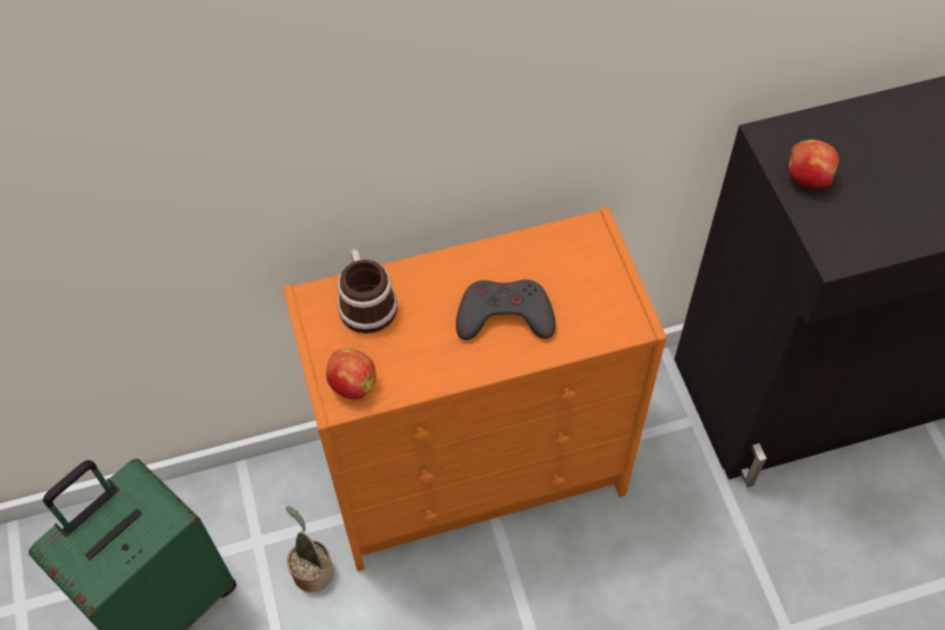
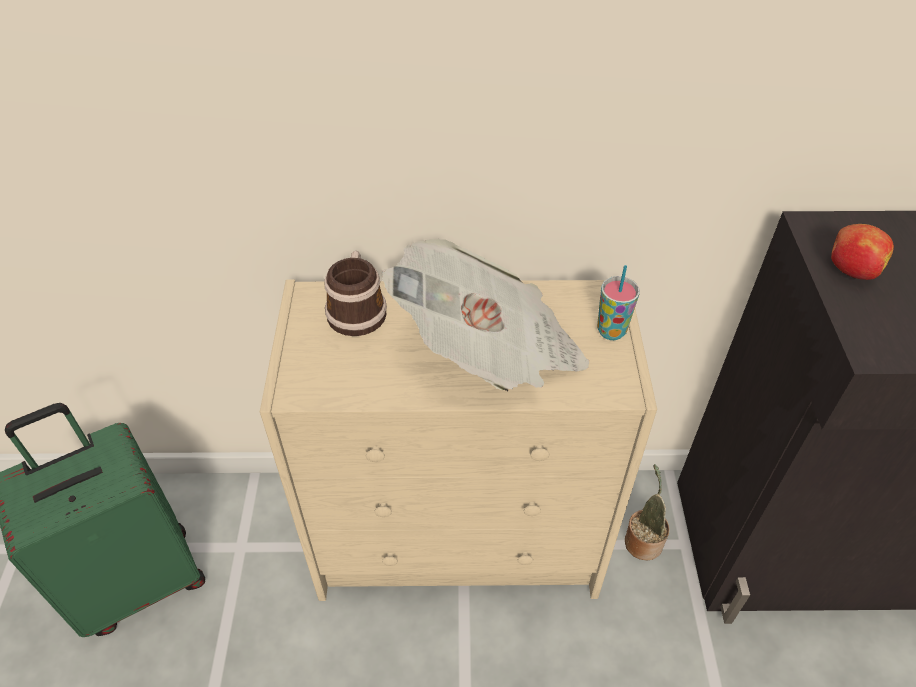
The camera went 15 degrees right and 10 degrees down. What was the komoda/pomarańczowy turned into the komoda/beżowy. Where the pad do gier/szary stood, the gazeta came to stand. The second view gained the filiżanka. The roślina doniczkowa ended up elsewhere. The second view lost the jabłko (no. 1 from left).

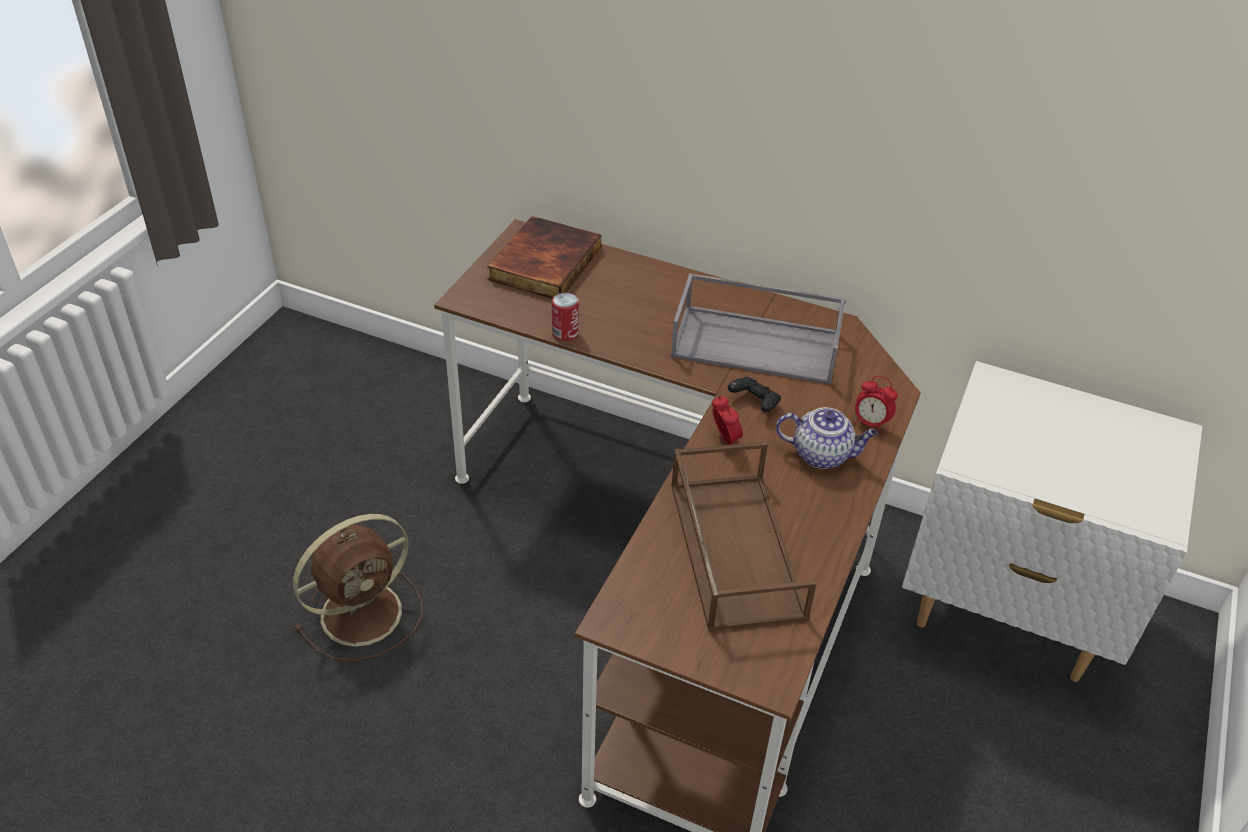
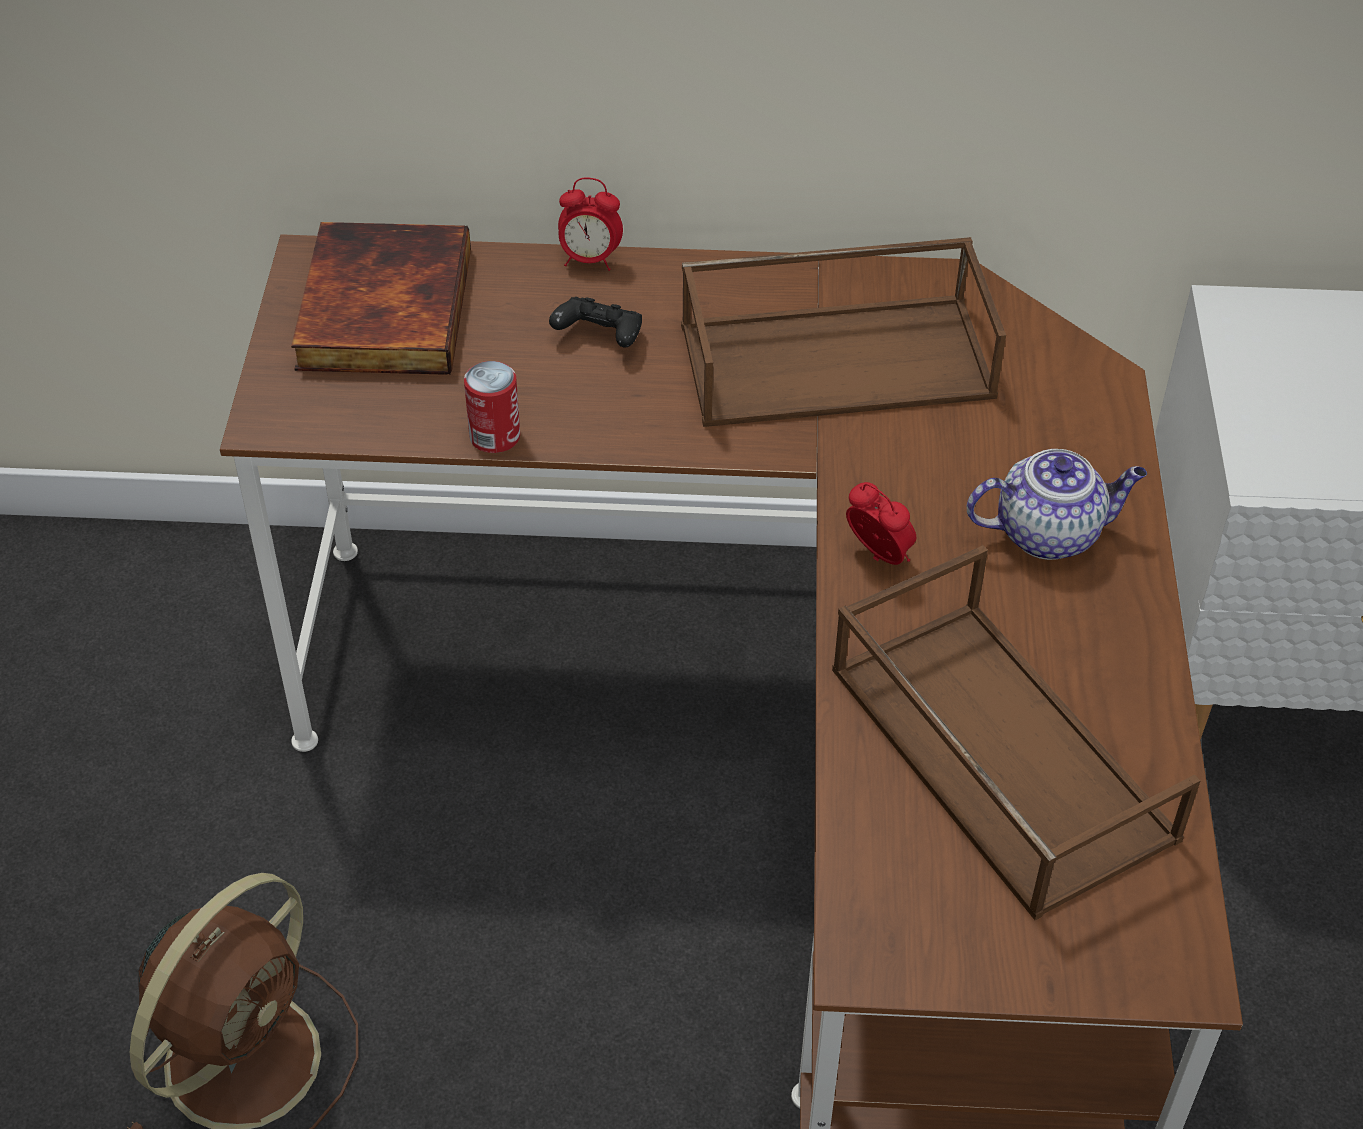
The camera went 20 degrees left and 5 degrees up. The pad do gier/czarny ended up elsewhere. The budzik (no. 2 from left in the first image) ended up elsewhere. What was the taca/szary turned into the taca/brązowy (no. 1 from left).

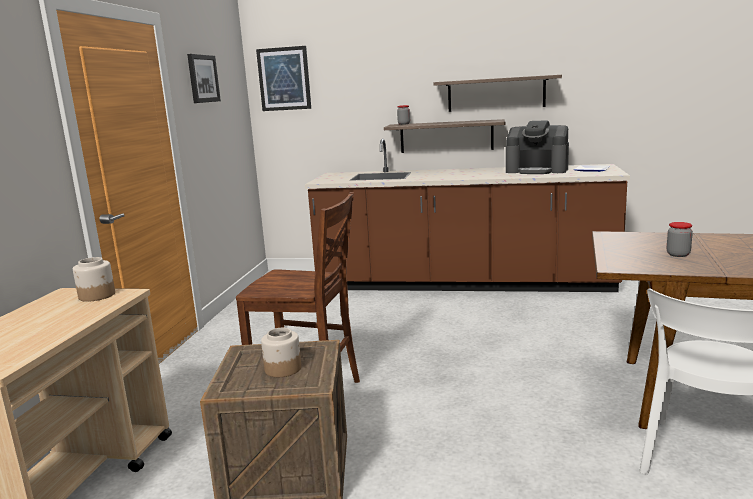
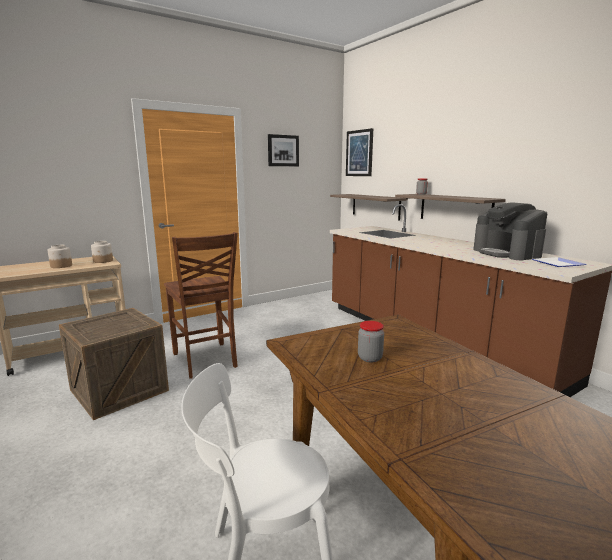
The camera went 45 degrees right and 0 degrees up. The słoik (no. 2 from left in the first image) ended up elsewhere. The półka (no. 2 from left in the first image) ended up elsewhere.

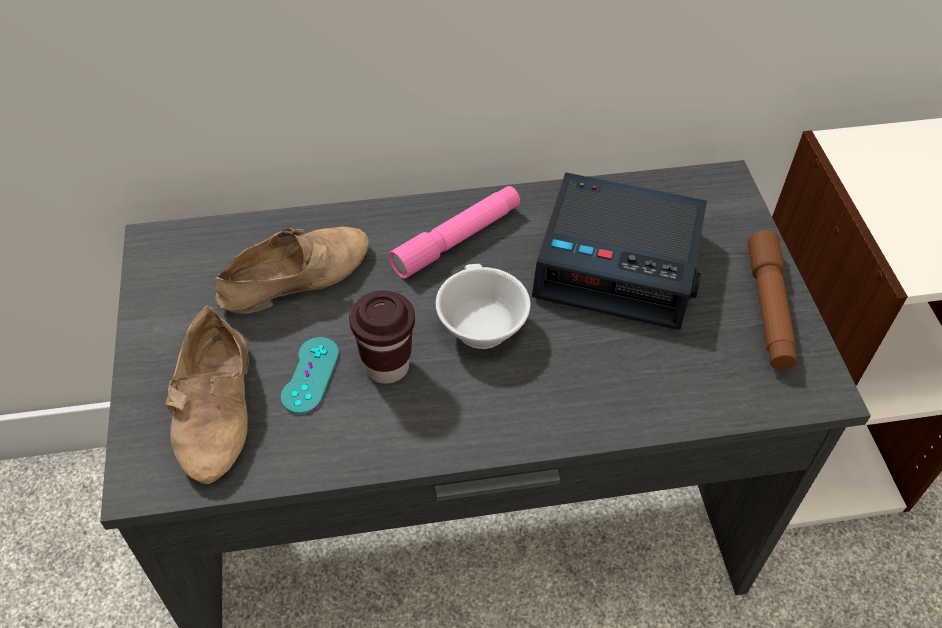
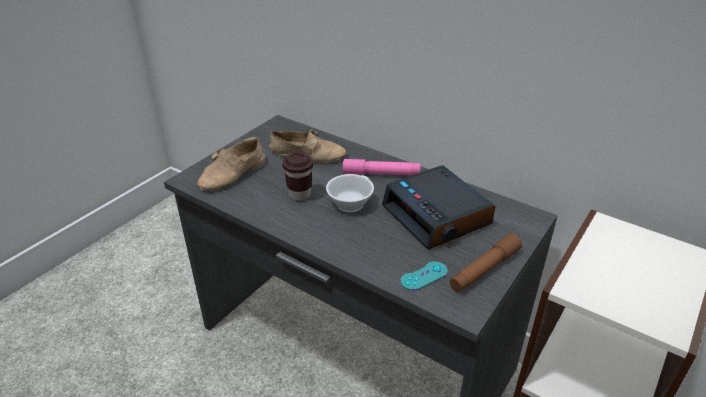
The camera went 45 degrees right and 15 degrees down. The pad do gier/turkusowy ended up elsewhere.

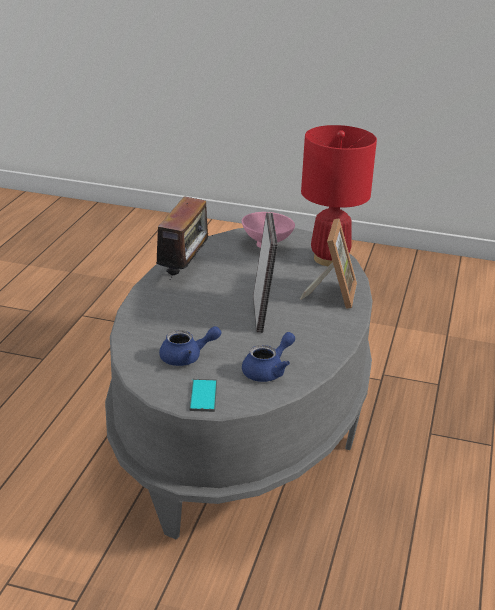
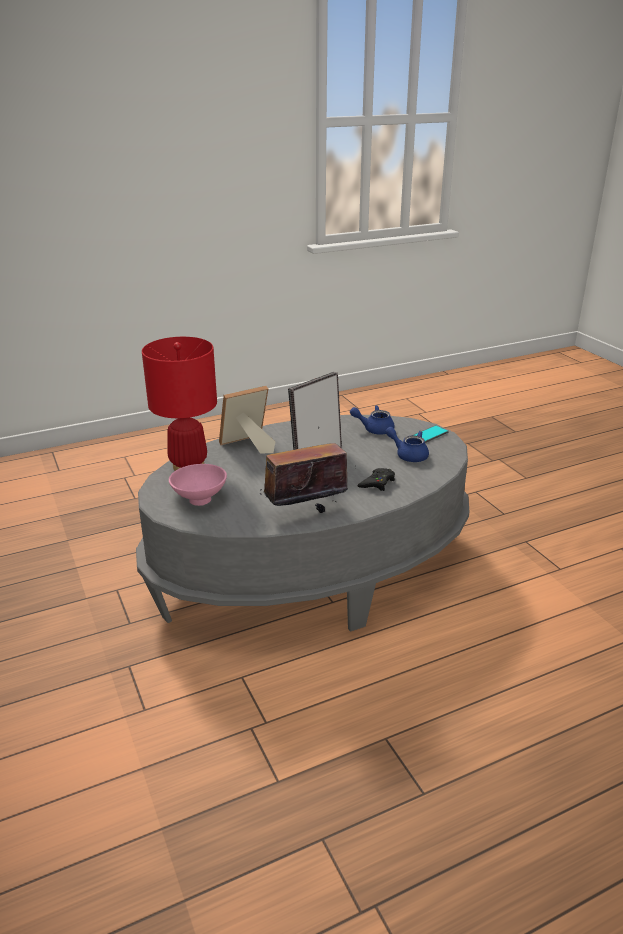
The camera went 130 degrees left and 0 degrees up. The second view gained the pad do gier/czarny.

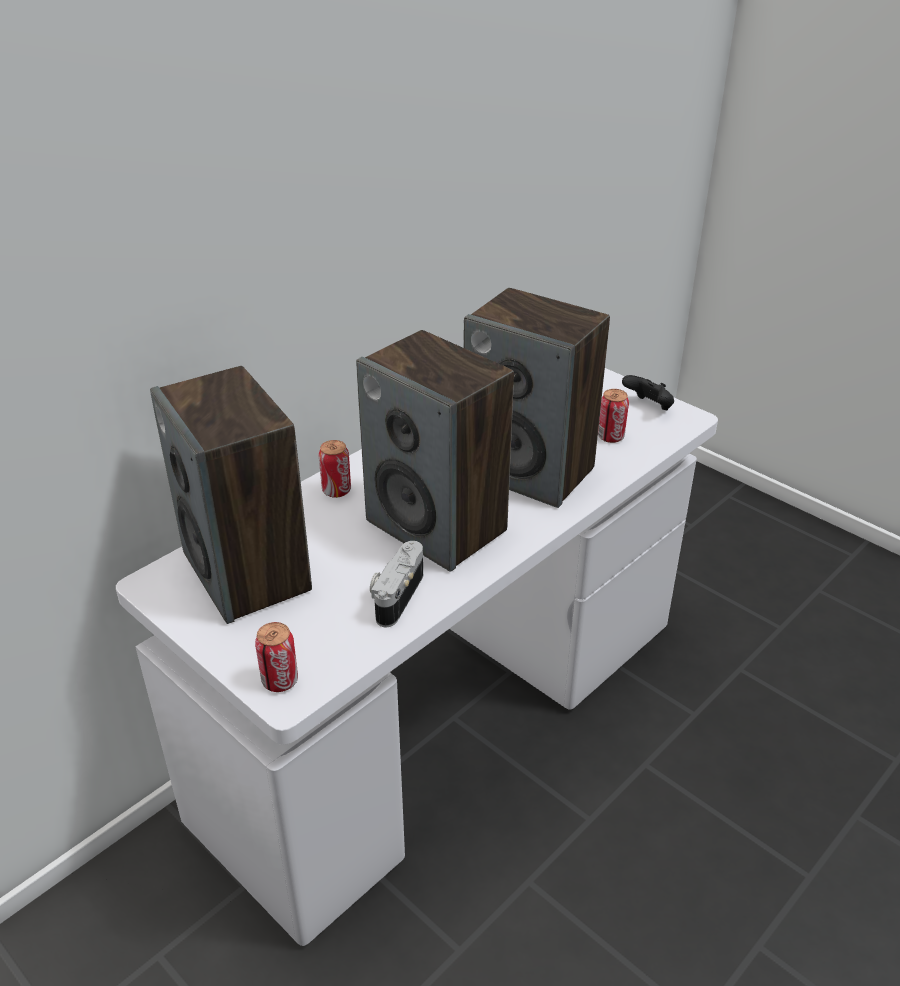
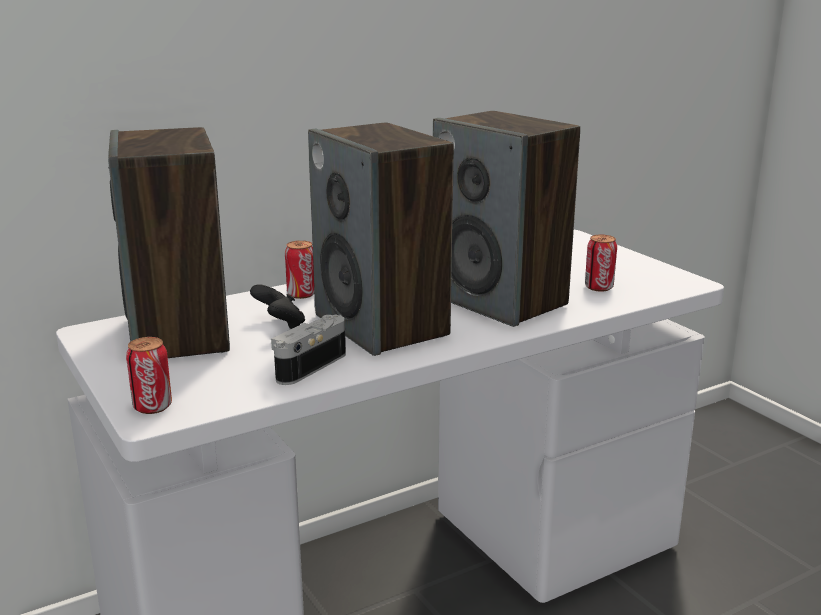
The camera went 15 degrees right and 15 degrees down. The pad do gier/czarny ended up elsewhere.

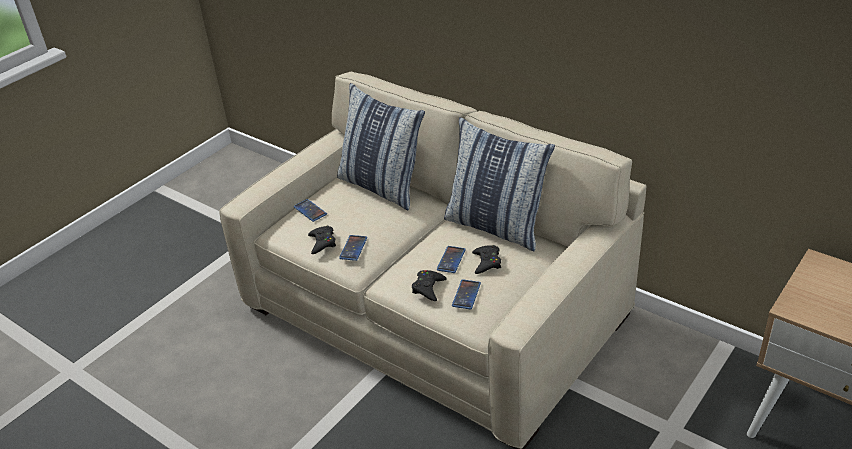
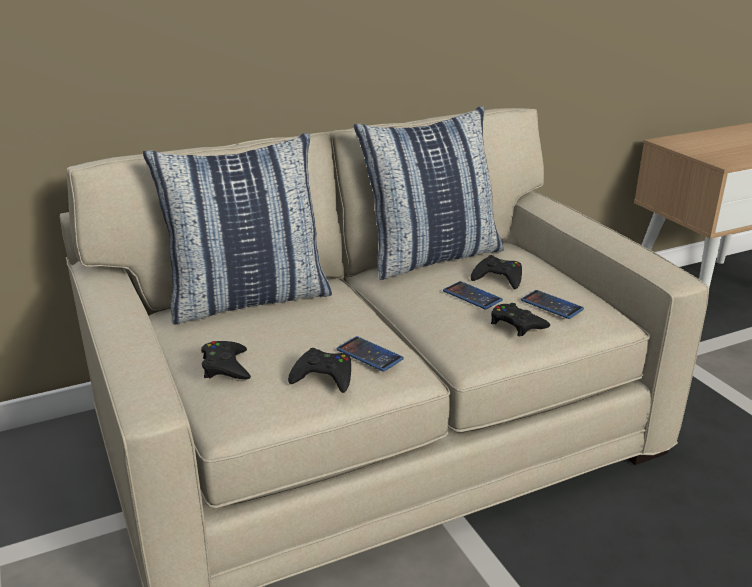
The camera went 65 degrees left and 10 degrees down. Where the telefon (no. 1 from left) stood, the pad do gier/czarny (no. 1 from left) came to stand.

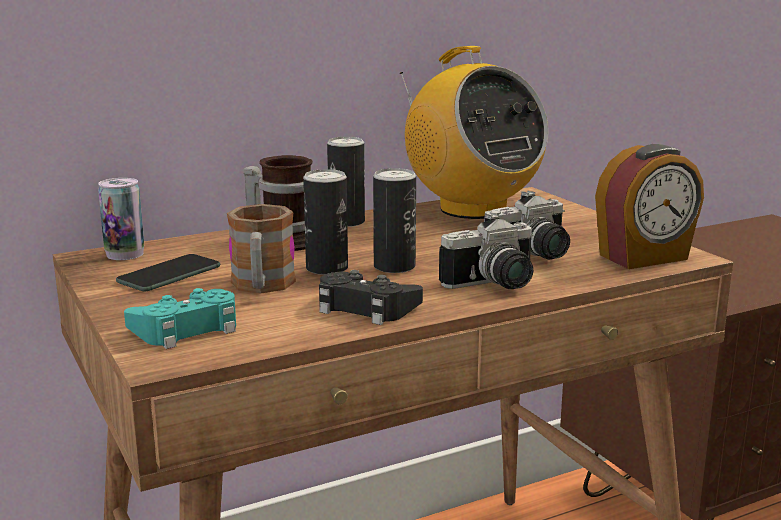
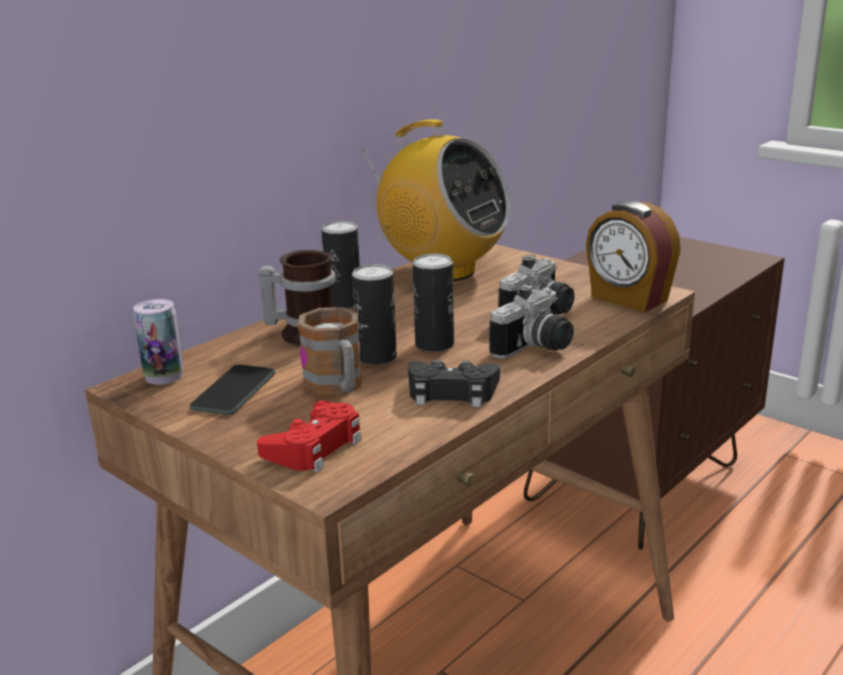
The camera went 20 degrees left and 5 degrees up. What was the pad do gier/turkusowy turned into the pad do gier/czerwony. The budzik ended up facing another way, 90 degrees clockwise from before.

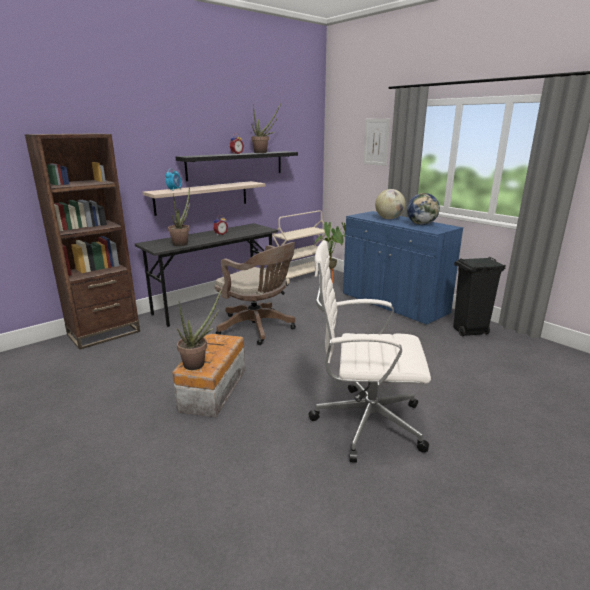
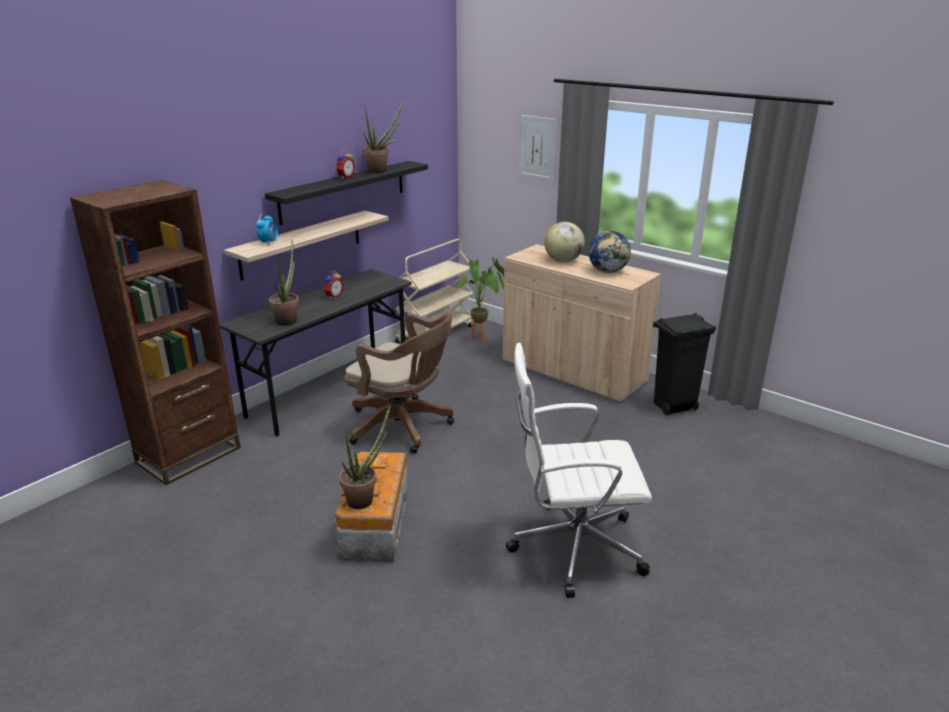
The camera went 10 degrees left and 5 degrees up. What was the szafka/niebieski turned into the szafka/beżowy.

